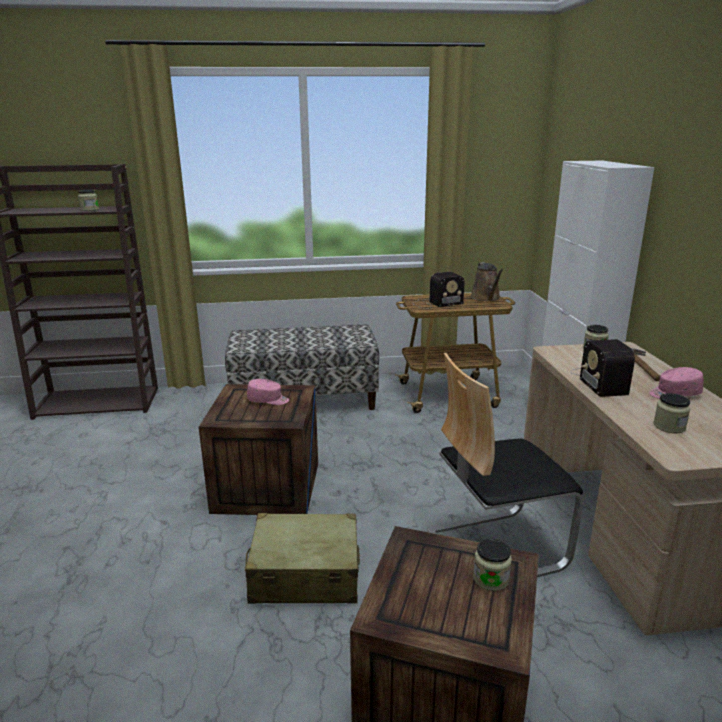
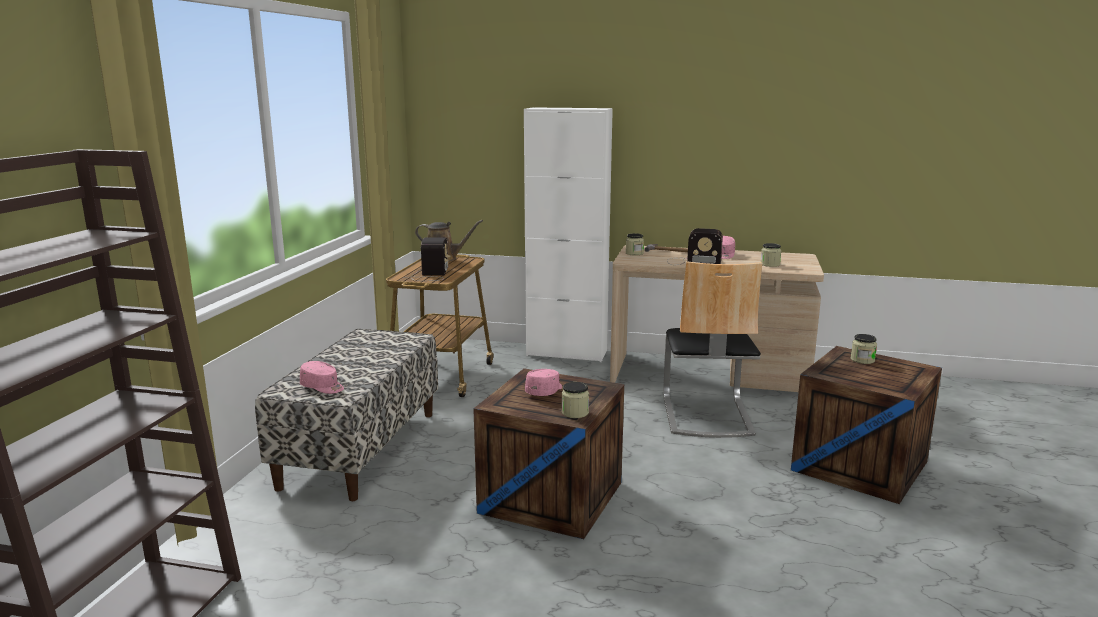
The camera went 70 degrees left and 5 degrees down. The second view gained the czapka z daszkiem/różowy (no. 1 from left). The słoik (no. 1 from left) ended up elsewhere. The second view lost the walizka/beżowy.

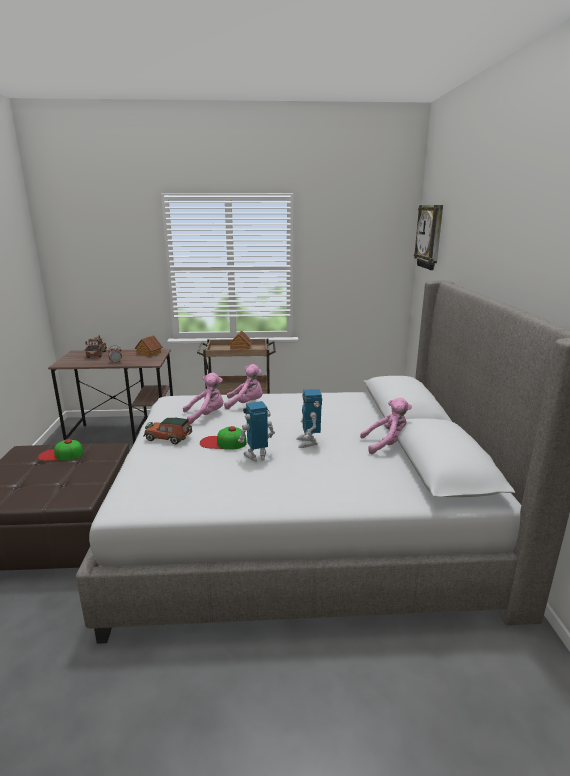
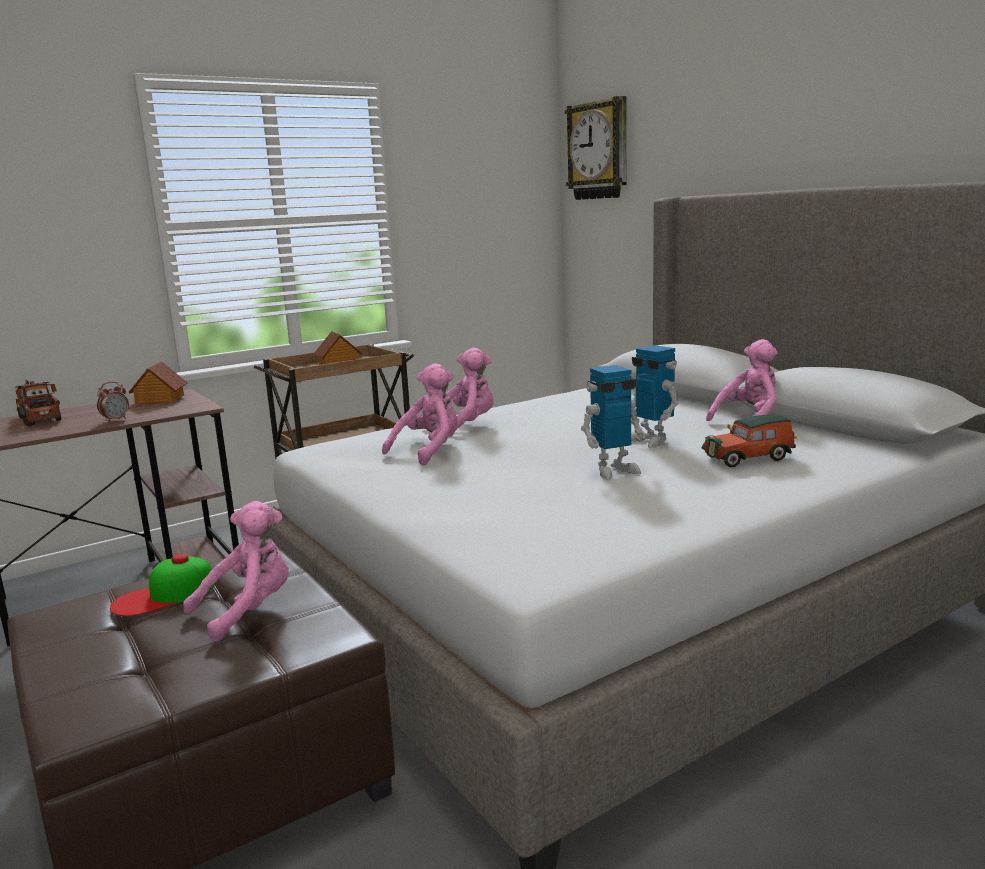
The camera went 30 degrees left and 5 degrees down. The second view gained the pluszak/różowy (no. 1 from left). The robot zabawkowy (no. 1 from left) ended up facing another way, 150 degrees counterclockwise from before. The samochodzik ended up elsewhere. The second view lost the czapka z daszkiem (no. 2 from left).

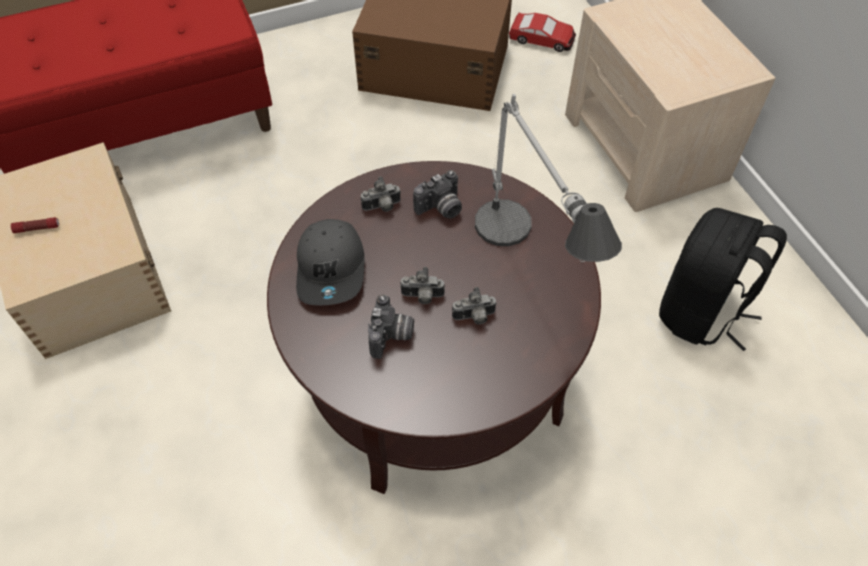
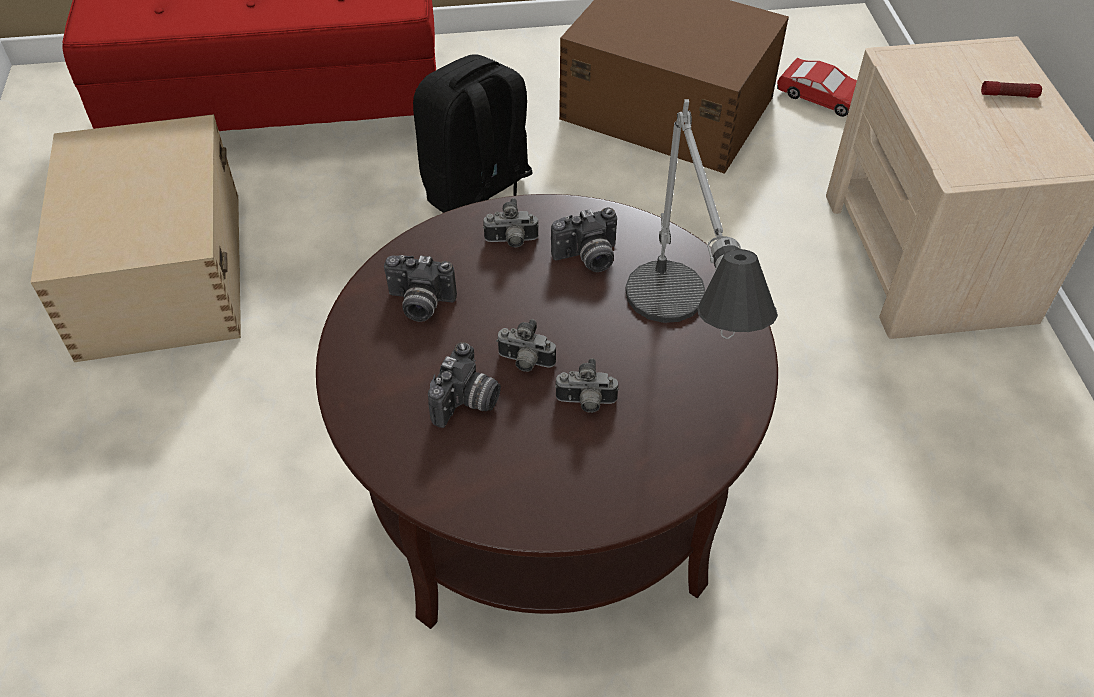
The camera went 15 degrees right and 5 degrees down. Where the czapka z daszkiem/szary stood, the aparat fotograficzny (no. 1 from left) came to stand. The plecak/czarny ended up elsewhere. The latarka ended up elsewhere.

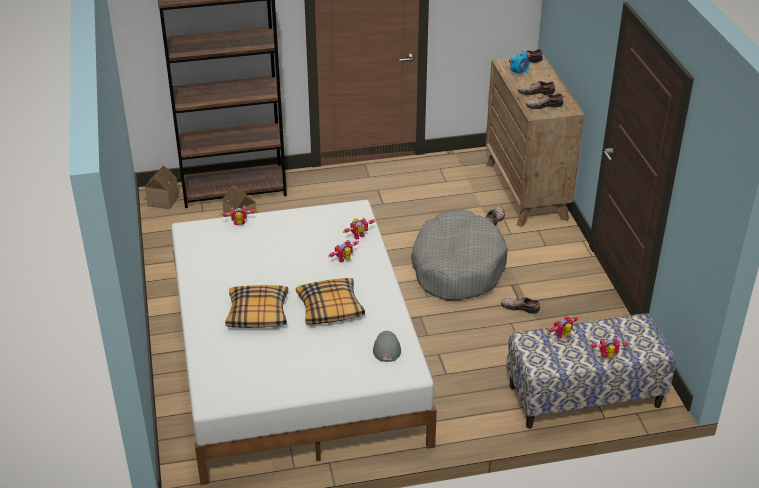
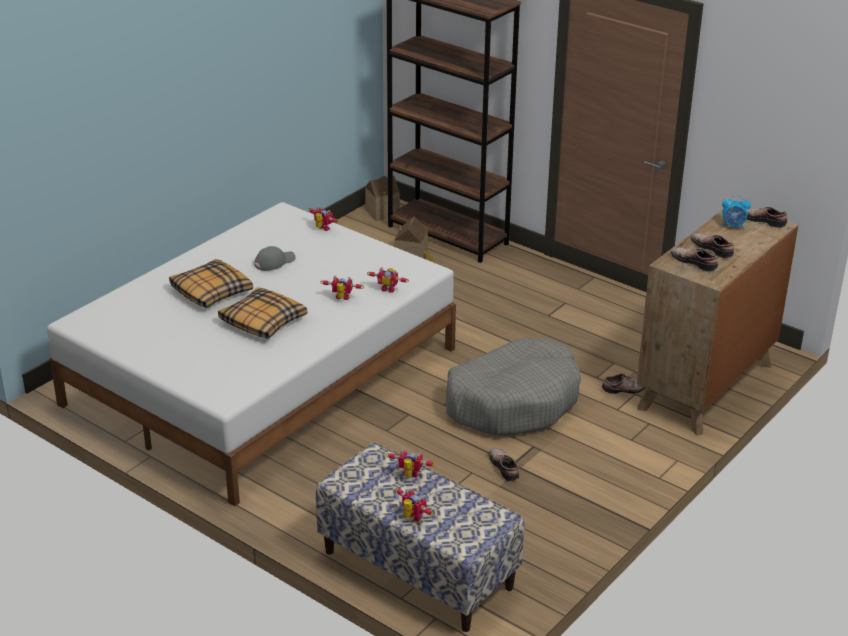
The camera went 50 degrees right and 5 degrees down. The czapka z daszkiem/szary ended up elsewhere.

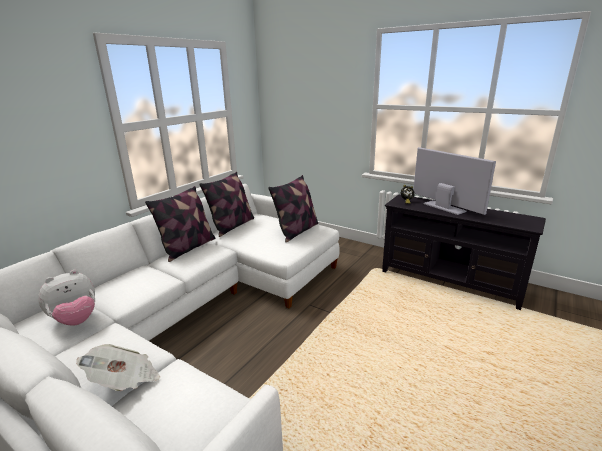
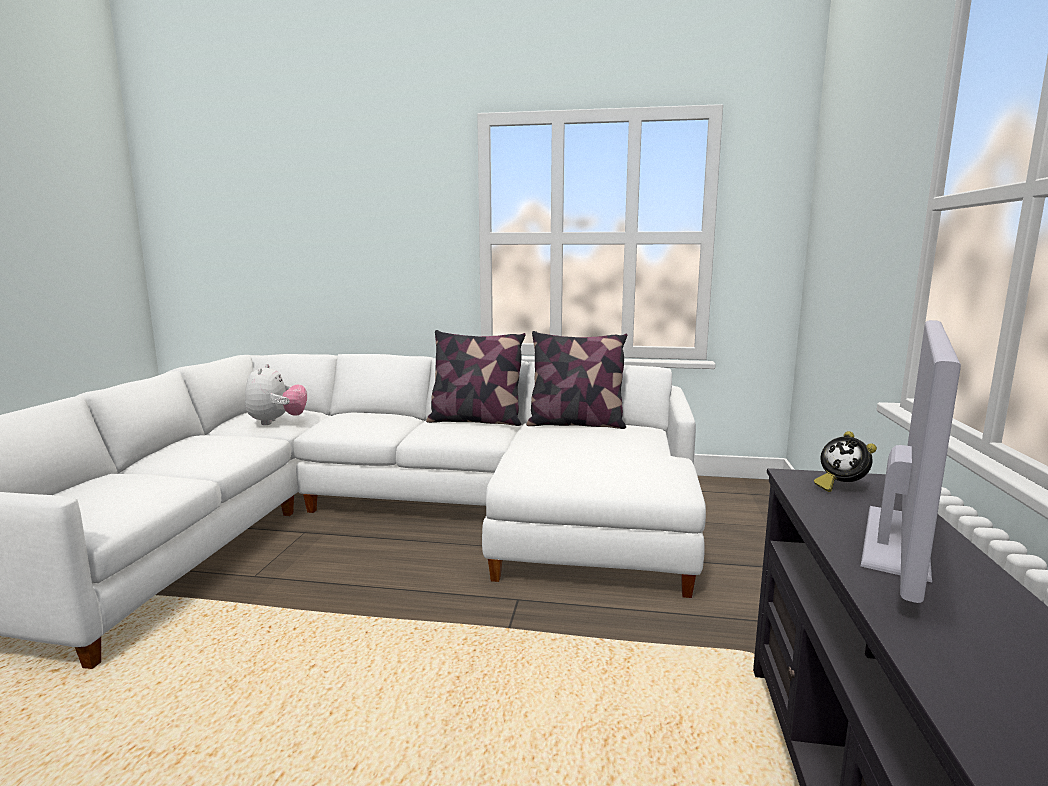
The camera went 65 degrees right and 10 degrees down. The pluszak ended up facing another way, 120 degrees counterclockwise from before. The second view lost the gazeta. The second view lost the poduszka (no. 3 from left).

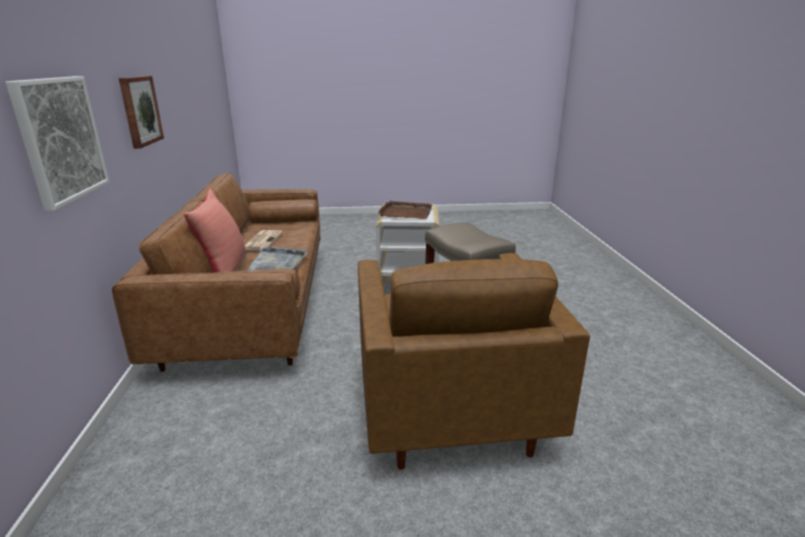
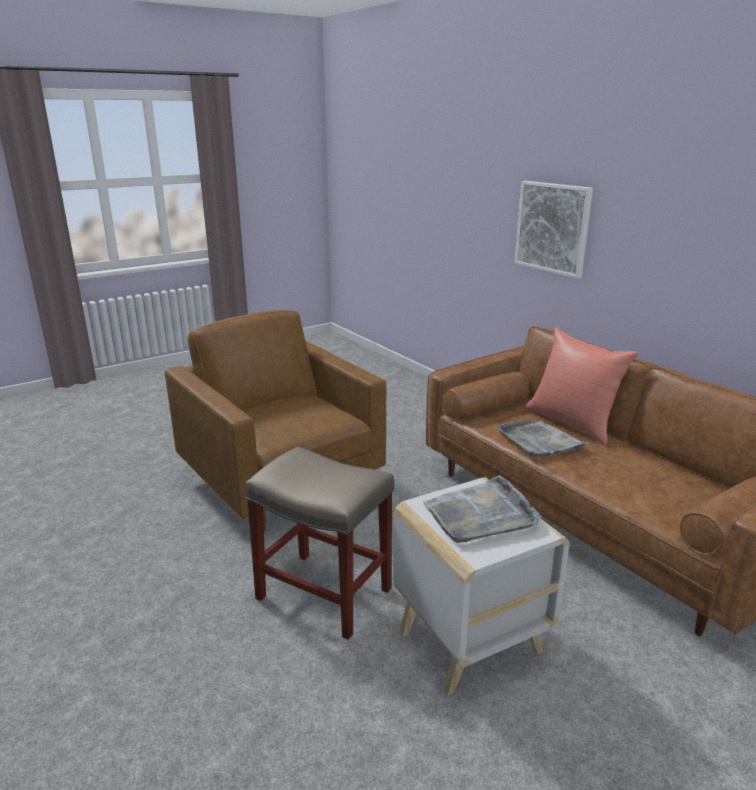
The camera went 150 degrees right and 0 degrees up. What was the taca/brązowy turned into the taca/szary (no. 1 from left). The second view lost the obraz (no. 2 from left). The second view lost the gazeta.

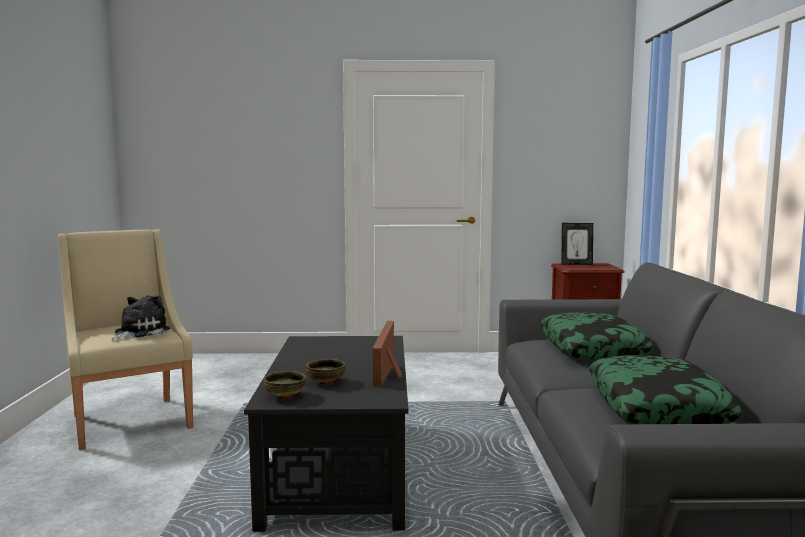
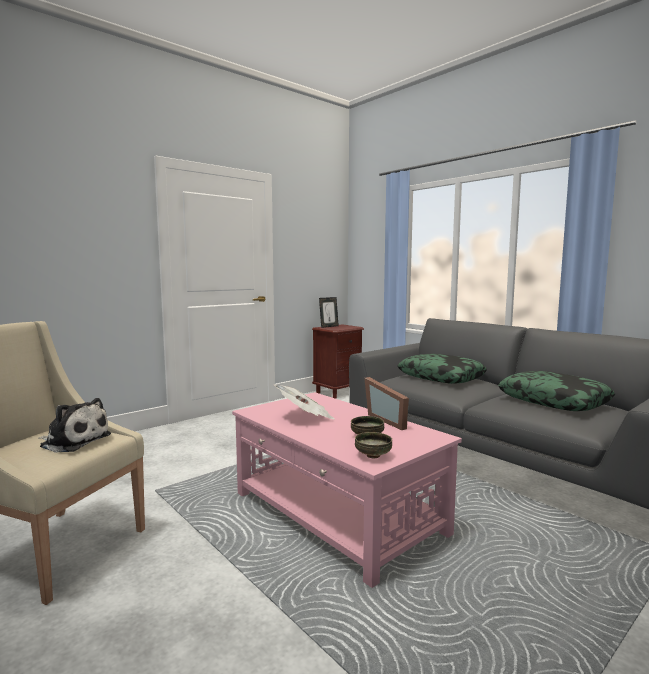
The camera went 40 degrees left and 0 degrees up. The pluszak ended up facing another way, 120 degrees clockwise from before. What was the ława/czarny turned into the ława/różowy. The second view gained the gazeta.

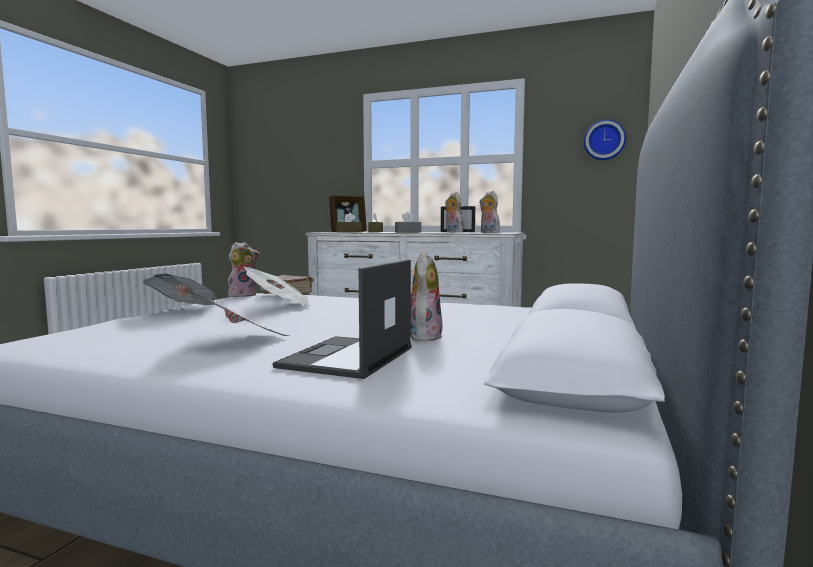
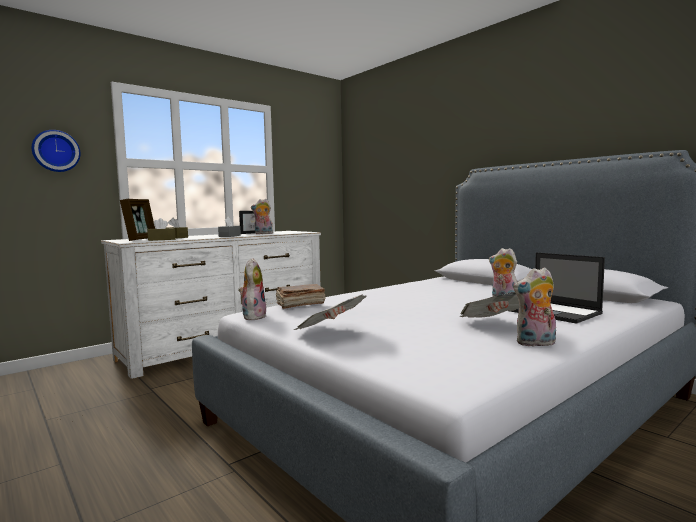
The camera went 60 degrees left and 0 degrees up. The zegar ścienny ended up elsewhere. The pluszak (no. 4 from left) ended up elsewhere. The second view lost the gazeta (no. 3 from left).

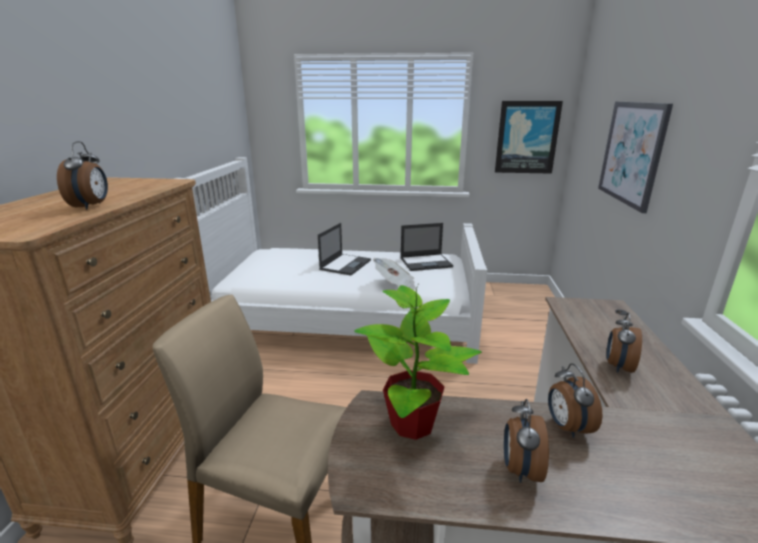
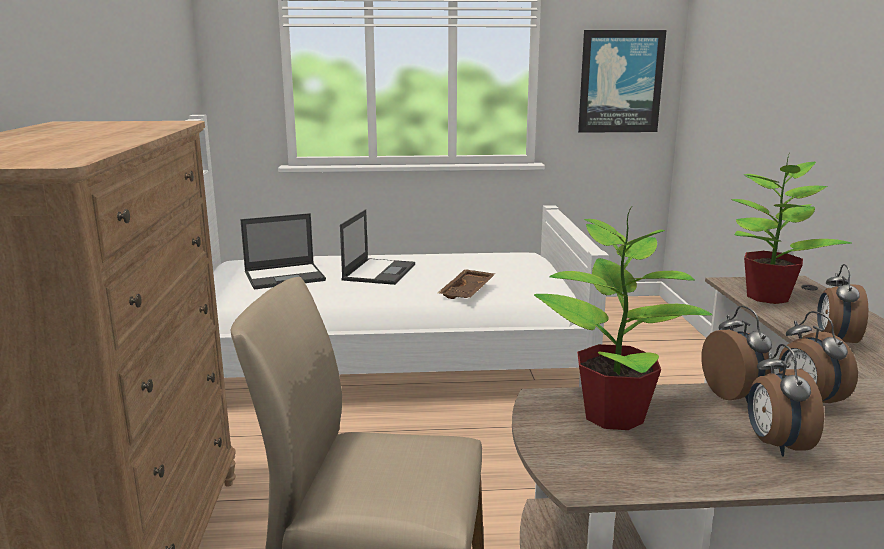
The camera went 10 degrees left and 5 degrees down. The laptop (no. 2 from left in the first image) ended up elsewhere. Where the gazeta stood, the taca/brązowy came to stand. The budzik (no. 1 from left) ended up elsewhere. The second view gained the roślina doniczkowa (no. 2 from left). The second view lost the obraz (no. 2 from left).

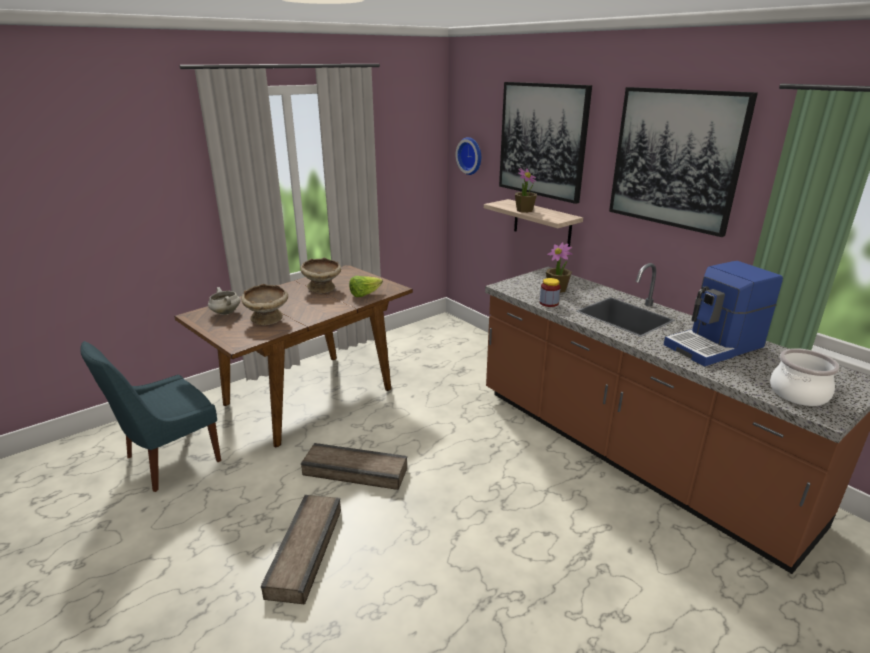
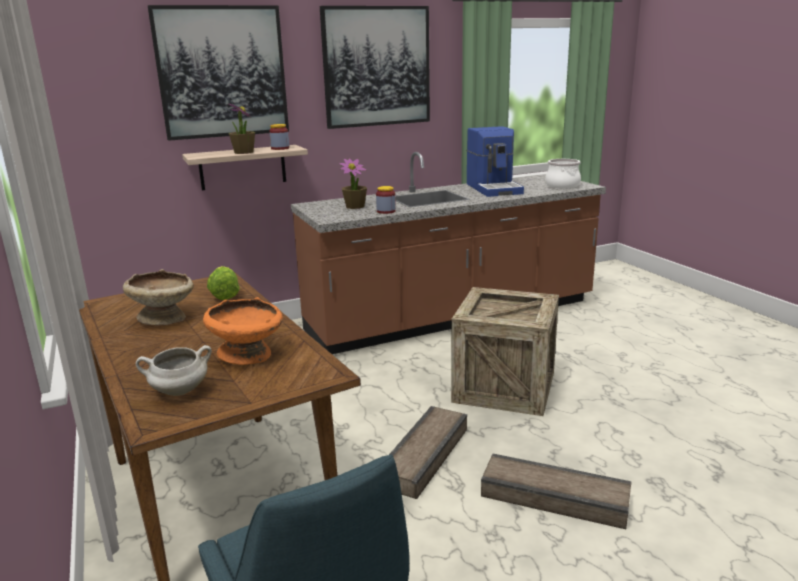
The camera went 75 degrees left and 5 degrees down. What was the miska/beżowy (no. 1 from left) turned into the miska/pomarańczowy. The second view gained the słoik (no. 1 from left). The second view gained the skrzynka (no. 2 from left). The second view lost the zegar ścienny.

